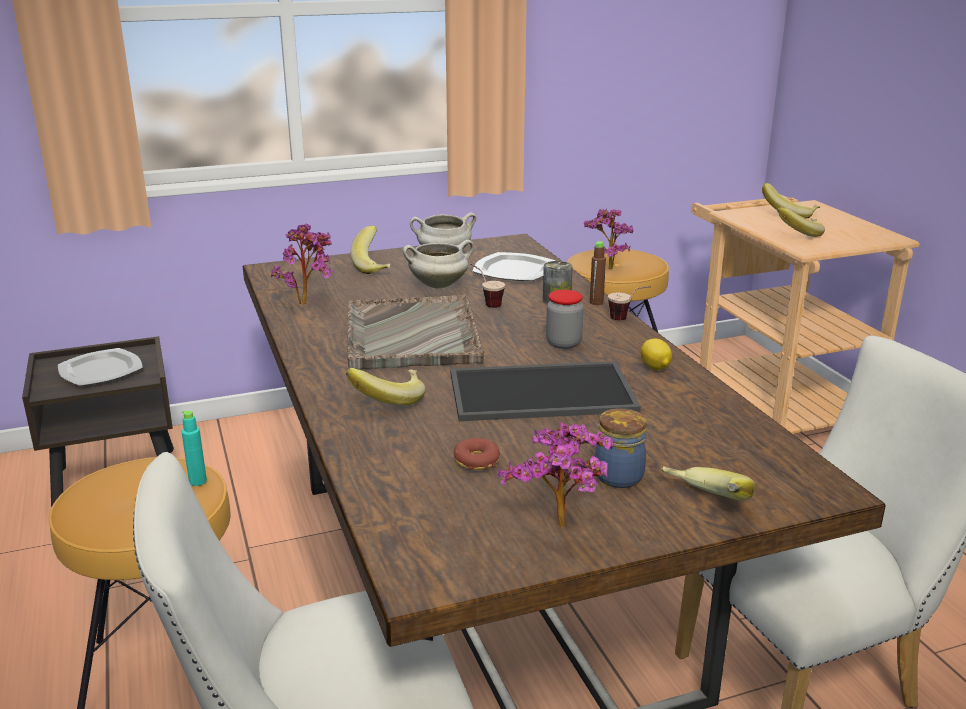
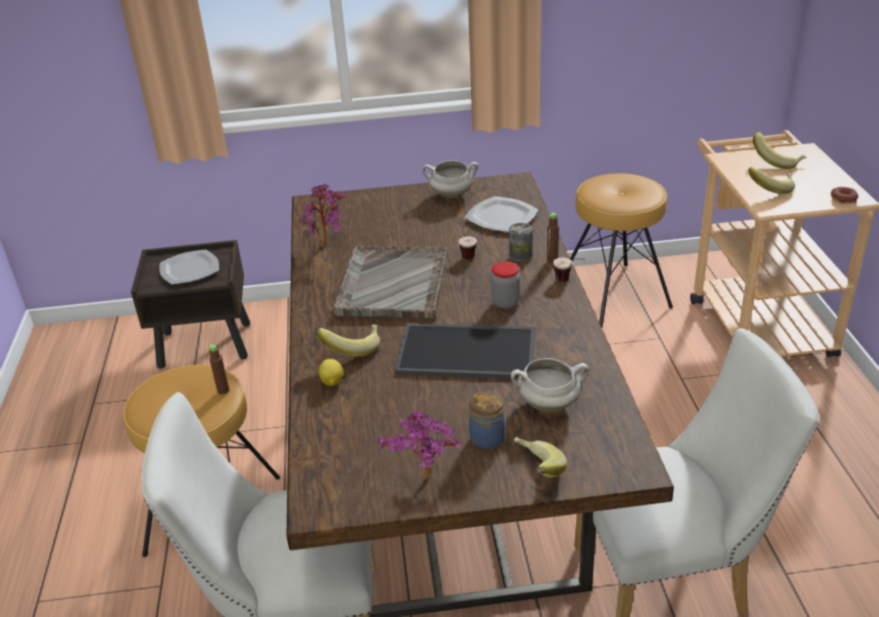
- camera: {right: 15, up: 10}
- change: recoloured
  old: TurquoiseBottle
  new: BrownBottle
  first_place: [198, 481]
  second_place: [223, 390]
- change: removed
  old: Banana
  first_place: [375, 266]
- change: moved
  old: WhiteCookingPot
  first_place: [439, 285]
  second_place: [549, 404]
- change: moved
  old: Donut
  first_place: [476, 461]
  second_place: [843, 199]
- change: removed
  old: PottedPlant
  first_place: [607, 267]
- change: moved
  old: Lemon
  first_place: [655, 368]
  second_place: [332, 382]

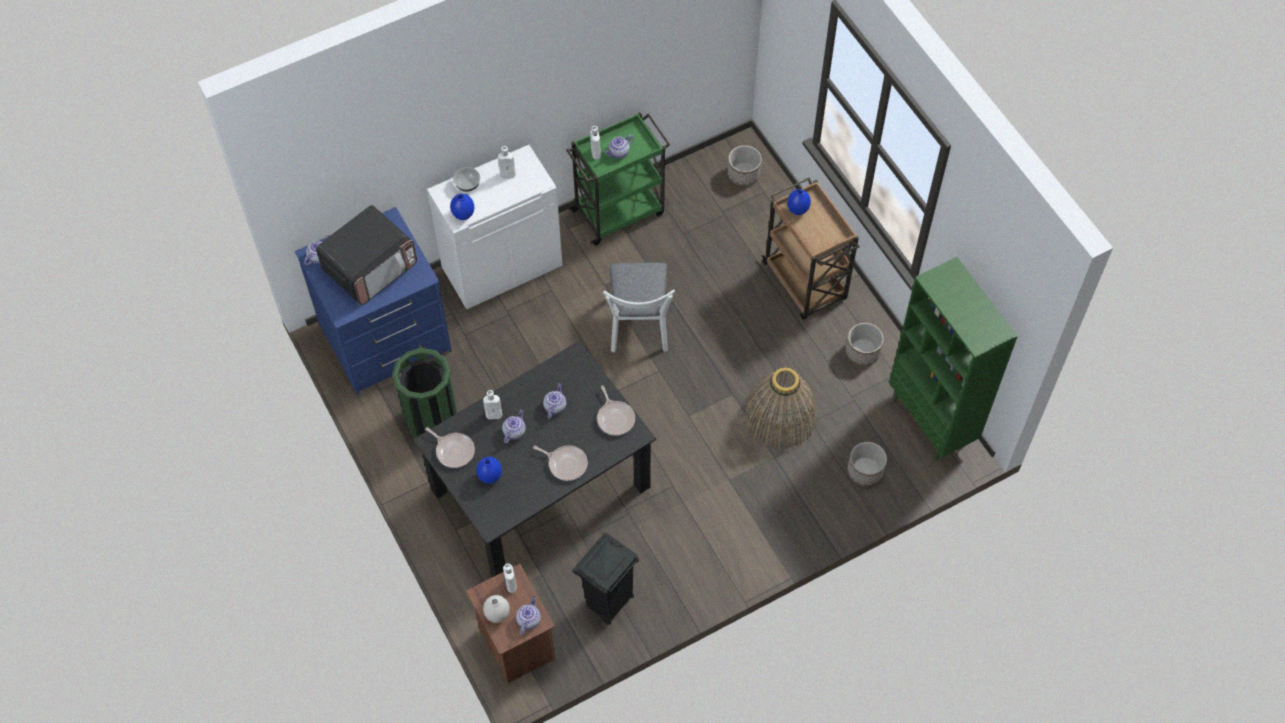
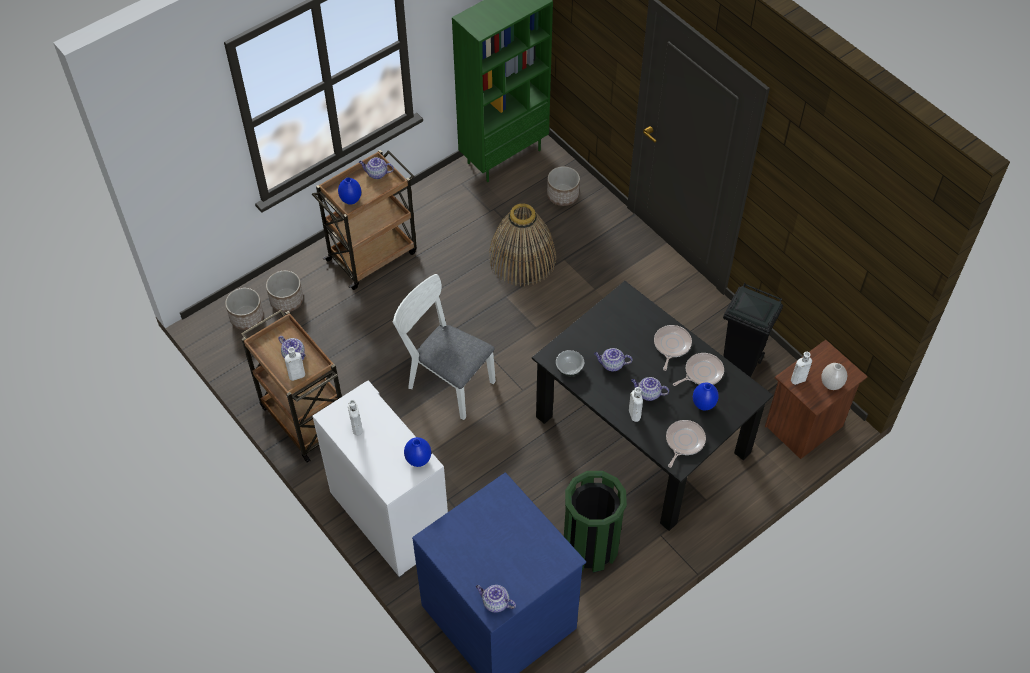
- camera: {right: -100, up: -5}
- change: removed
  old: Microwave
  first_place: [370, 267]
- change: moved
  old: Bowl
  first_place: [467, 185]
  second_place: [569, 368]
- change: moved
  old: Teapot
  first_place: [528, 619]
  second_place: [376, 174]
- change: recoloured
  old: GreenCart
  new: BrownCart
  first_place: [619, 211]
  second_place: [304, 419]
- change: moved
  old: FryingPan
  first_place: [615, 418]
  second_place: [701, 372]
- change: turned
  old: WhiteChair
  first_place: [639, 328]
  second_place: [446, 381]
  degrees: -135
- change: moved
  old: Planter
  first_place: [862, 352]
  second_place: [287, 300]

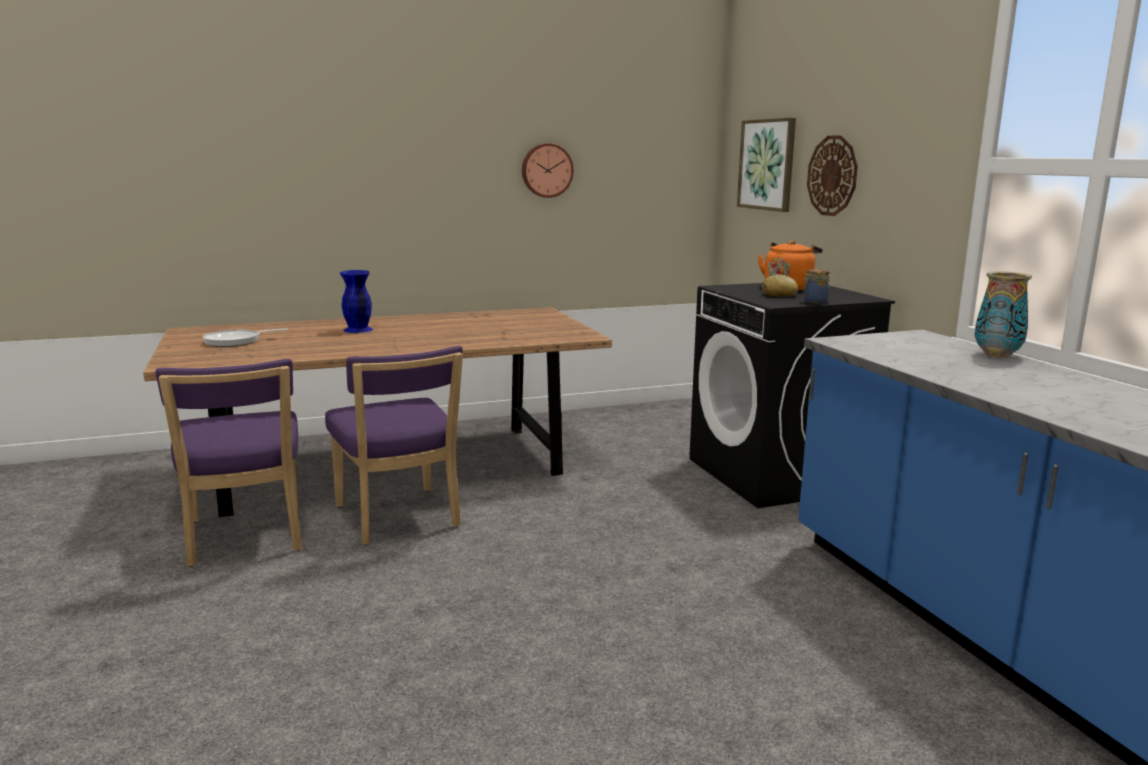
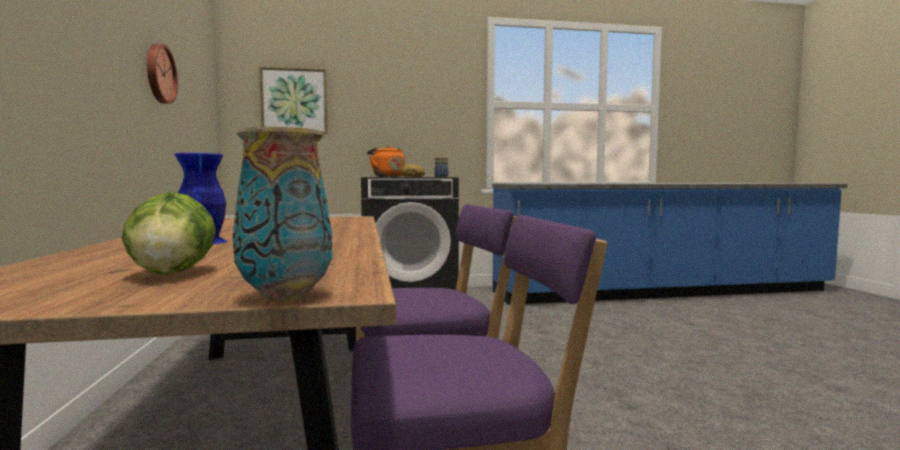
- camera: {right: -80, up: -10}
- change: replaced
  old: FryingPan
  new: Lettuce
  first_place: [236, 341]
  second_place: [173, 273]
- change: removed
  old: WallClock
  first_place: [832, 176]
- change: moved
  old: Vase
  first_place: [997, 355]
  second_place: [287, 296]

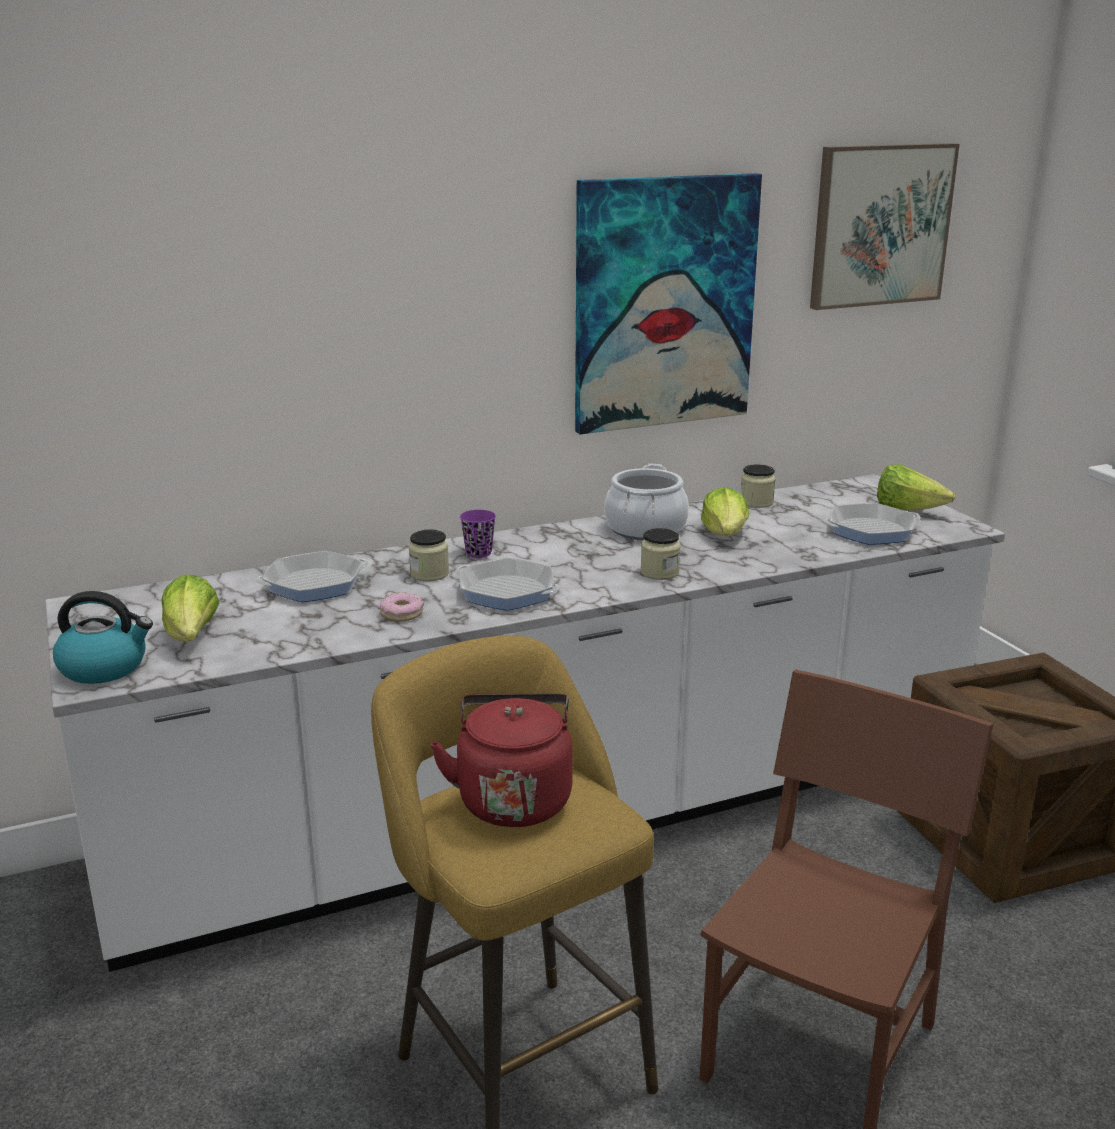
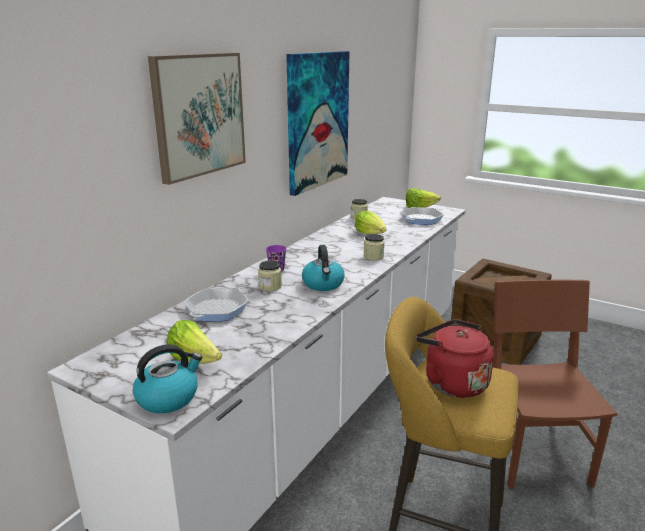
- camera: {right: -35, up: 0}
- change: removed
  old: Donut
  first_place: [401, 614]
- change: replaced
  old: FryingPan
  new: Kettle
  first_place: [507, 592]
  second_place: [323, 284]
- change: removed
  old: CookingPot
  first_place: [645, 529]
- change: moved
  old: Picture
  first_place: [880, 225]
  second_place: [199, 115]

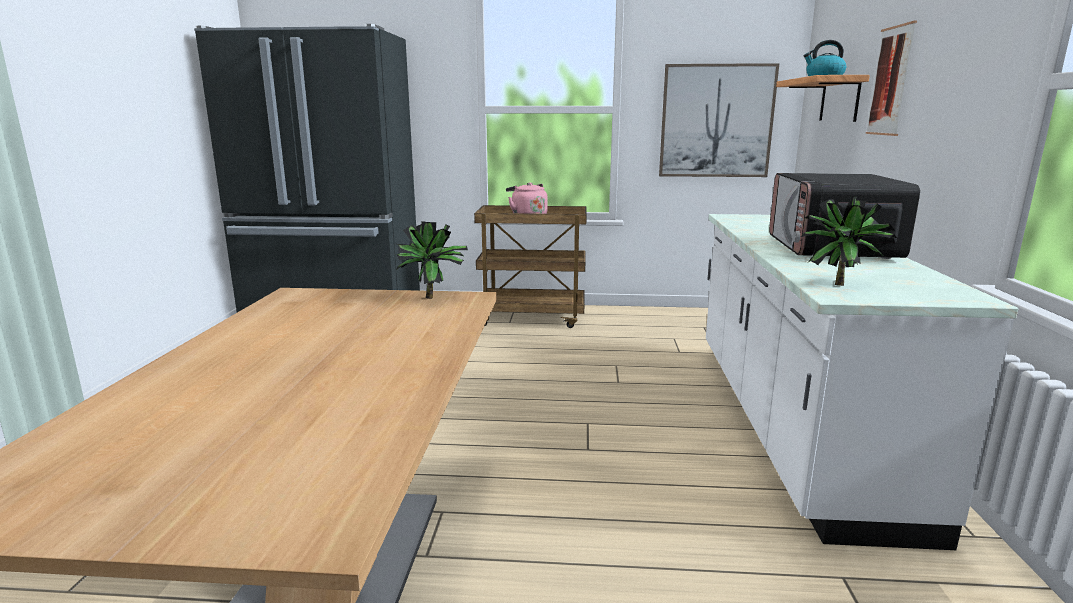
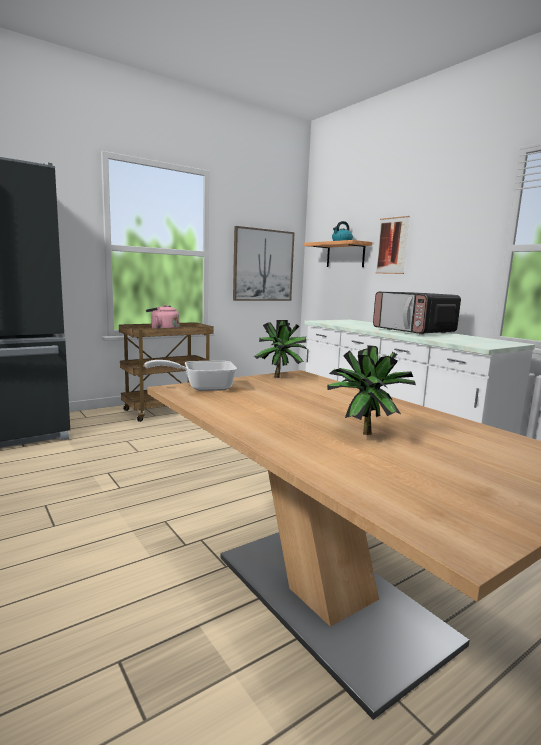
- camera: {right: -40, up: -5}
- change: moved
  old: PottedPlant
  first_place: [838, 284]
  second_place: [363, 432]
- change: added
  new: FryingPan
  second_place: [202, 387]

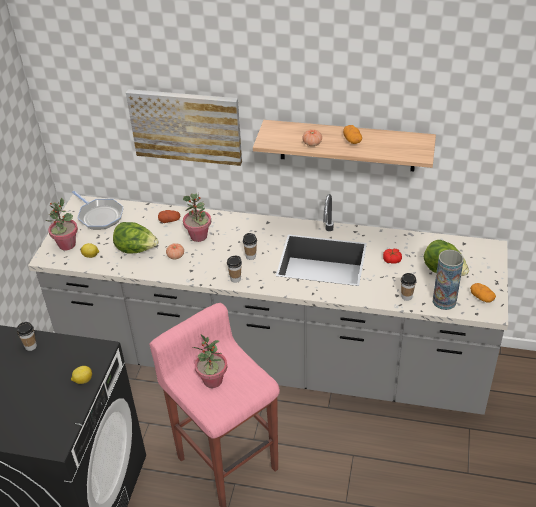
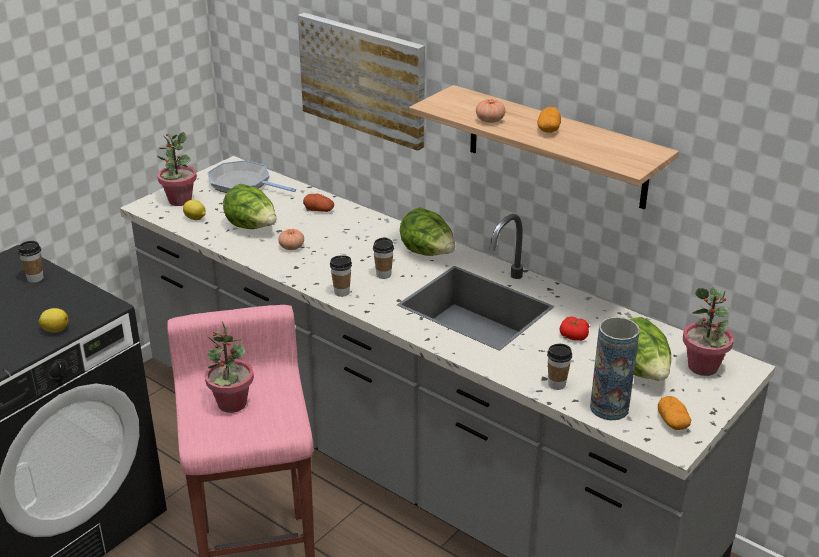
- camera: {right: 25, up: -10}
- change: turned
  old: FryingPan
  first_place: [99, 216]
  second_place: [243, 183]
  degrees: 135
- change: moved
  old: PottedPlant
  first_place: [199, 236]
  second_place: [703, 367]
- change: added
  new: Lettuce
  second_place: [428, 254]

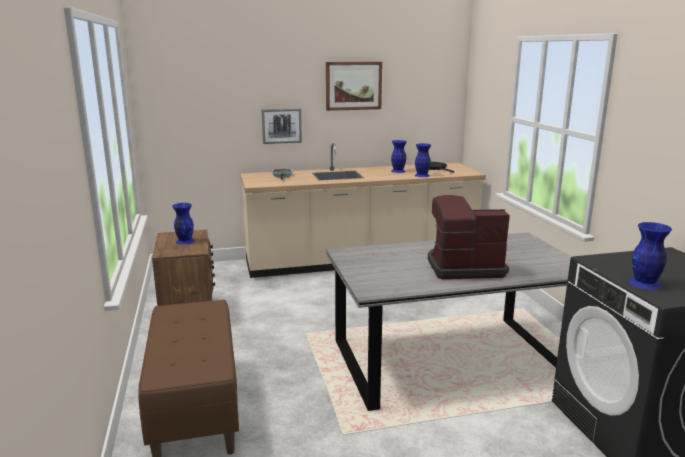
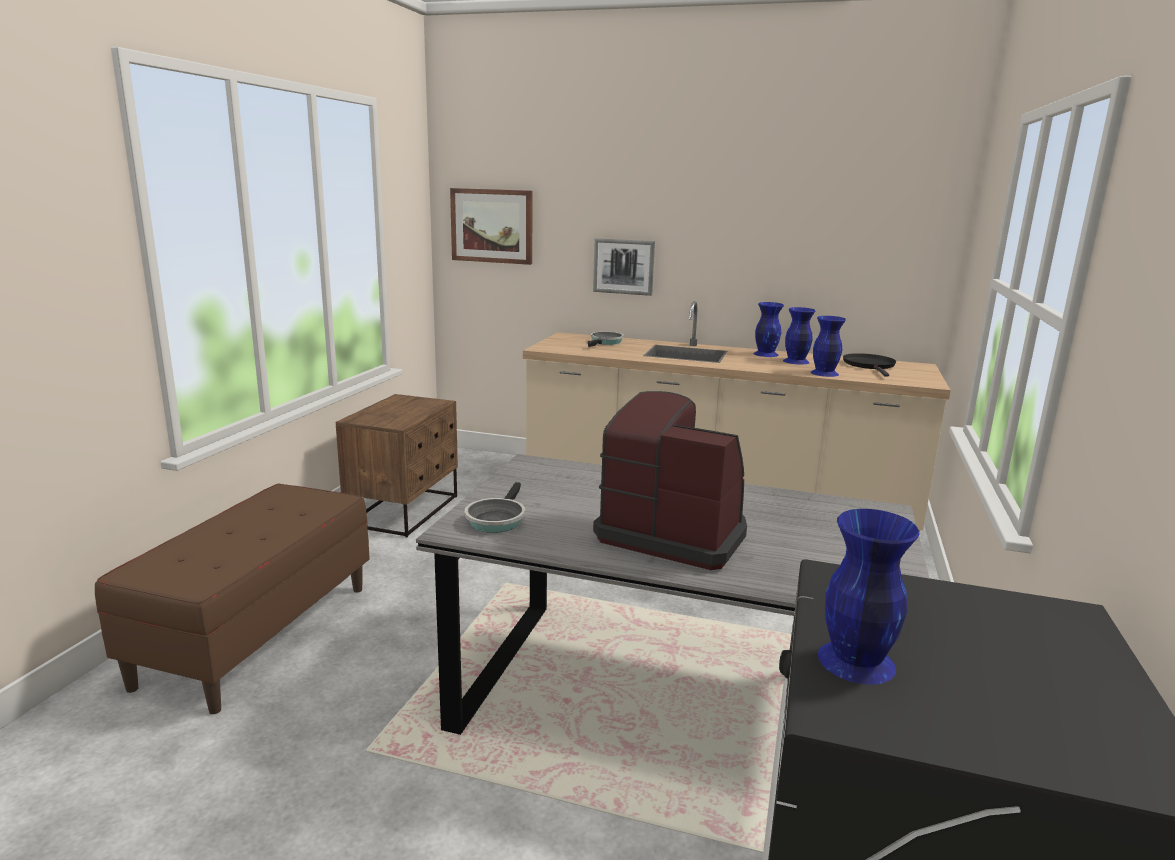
- camera: {right: 30, up: 0}
- change: moved
  old: BlueVase
  first_place: [185, 241]
  second_place: [765, 354]
- change: moved
  old: Picture
  first_place: [353, 86]
  second_place: [492, 226]
- change: added
  new: FryingPan
  second_place: [496, 519]

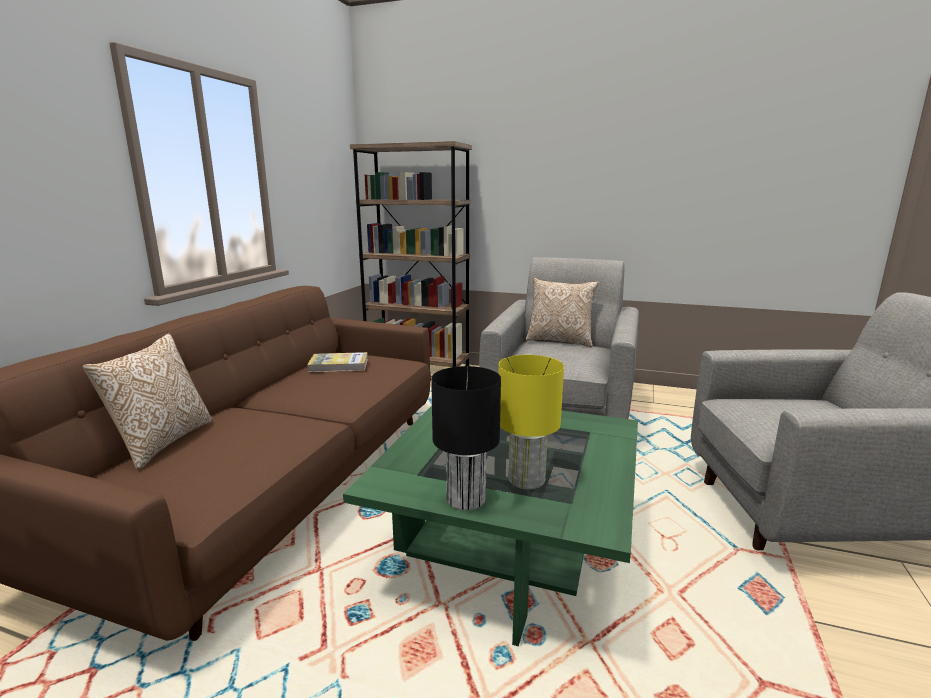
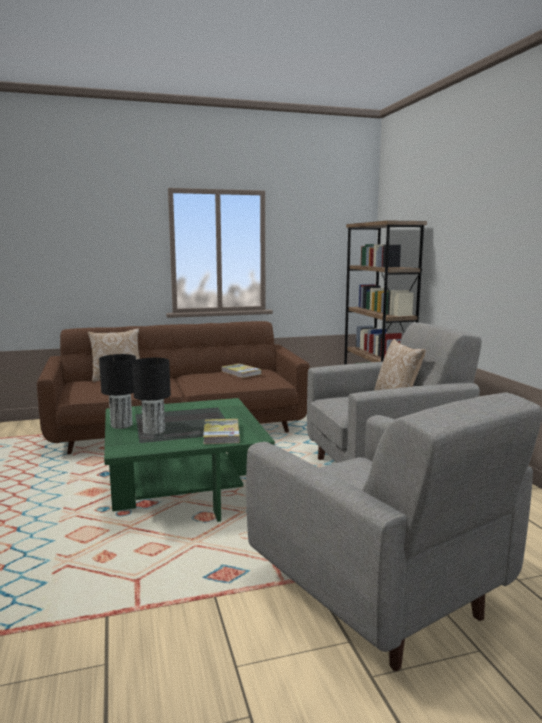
- camera: {right: 55, up: -5}
- change: recoloured
  old: YellowTableLamp
  new: BlackTableLamp
  first_place: [526, 479]
  second_place: [154, 431]
- change: added
  new: Book
  second_place: [221, 434]

